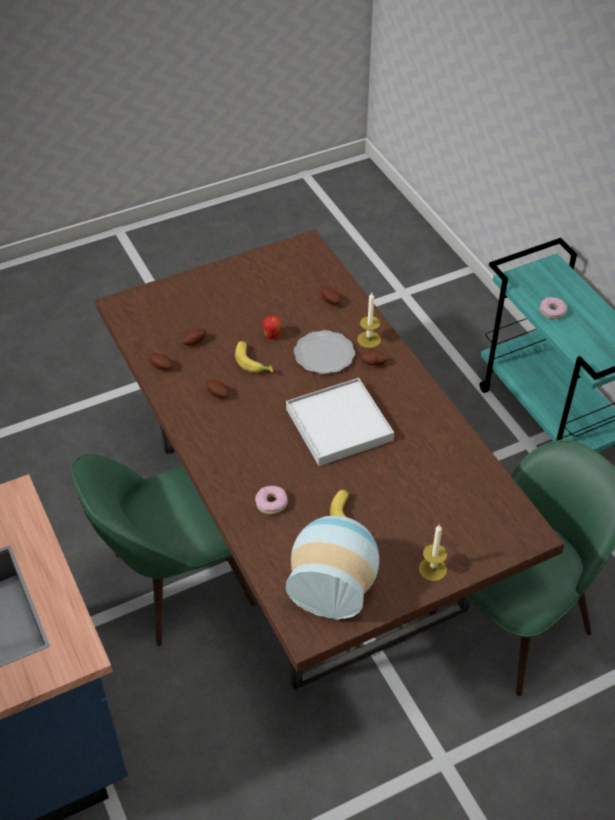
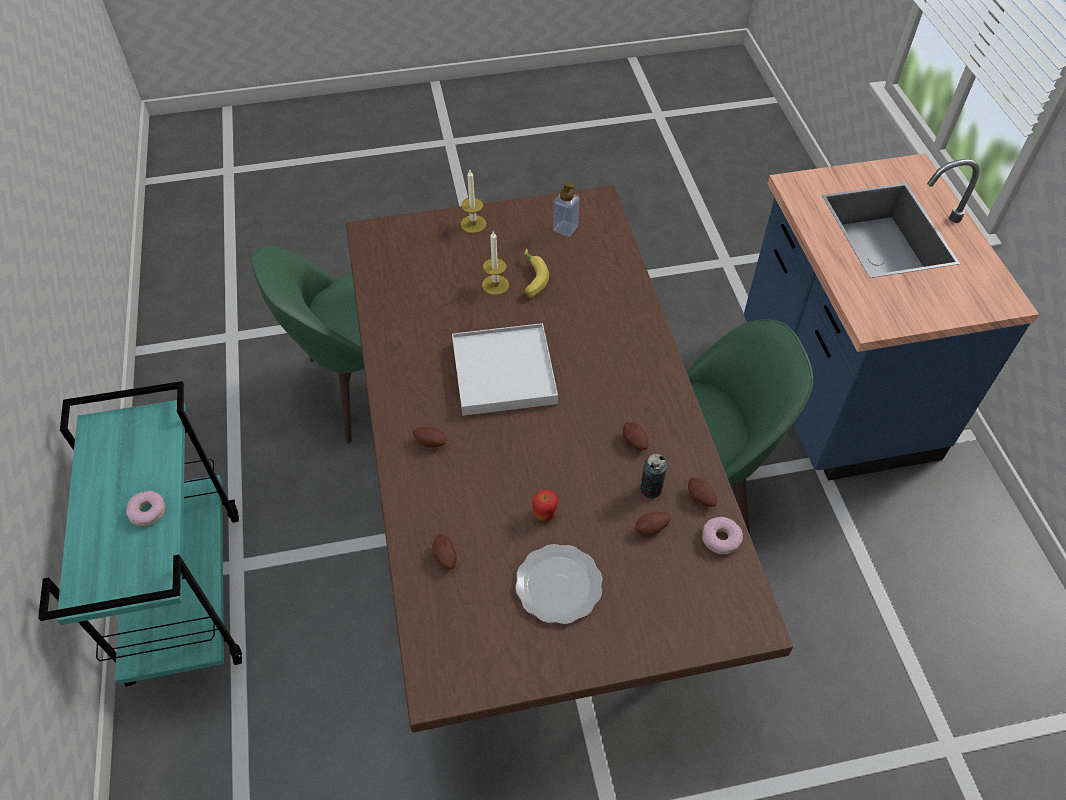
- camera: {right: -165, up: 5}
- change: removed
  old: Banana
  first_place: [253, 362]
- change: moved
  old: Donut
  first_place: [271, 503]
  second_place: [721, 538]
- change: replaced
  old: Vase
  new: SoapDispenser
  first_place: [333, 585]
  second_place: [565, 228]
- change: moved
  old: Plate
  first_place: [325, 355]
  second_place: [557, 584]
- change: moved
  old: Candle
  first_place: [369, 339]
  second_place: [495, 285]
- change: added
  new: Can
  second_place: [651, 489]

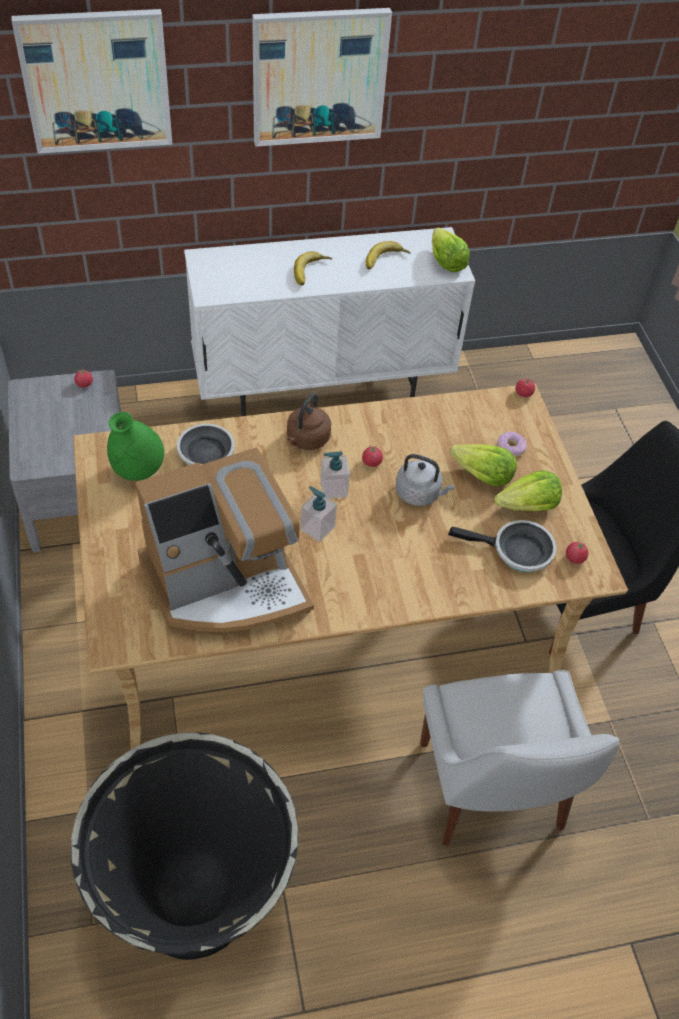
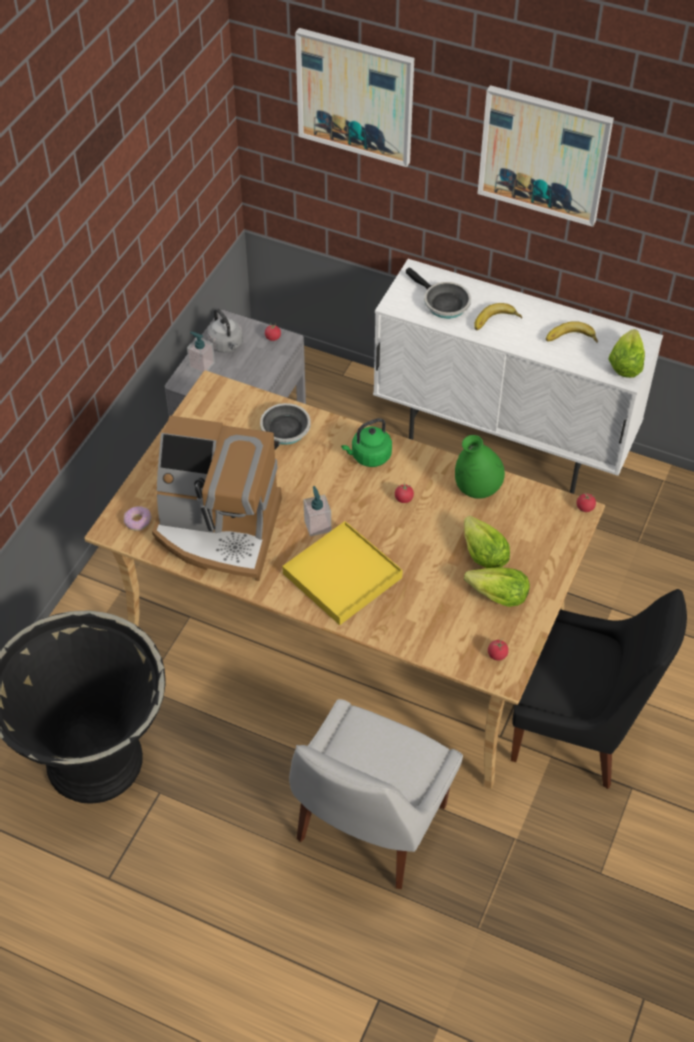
- camera: {right: 40, up: 0}
- change: moved
  old: GreenVase
  first_place: [138, 471]
  second_place: [477, 490]
- change: recoloured
  old: BrownKettle
  new: GreenKettle
  first_place: [307, 440]
  second_place: [369, 456]
- change: moved
  old: SoapDispenser
  first_place: [333, 489]
  second_place: [201, 365]
- change: moved
  old: GreyKettle
  first_place: [420, 493]
  second_place: [226, 345]
- change: moved
  old: FryingPan
  first_place: [517, 551]
  second_place: [443, 303]
- change: moved
  old: Donut
  first_place: [510, 447]
  second_place: [137, 521]
- change: added
  new: YellowTray
  second_place: [342, 576]

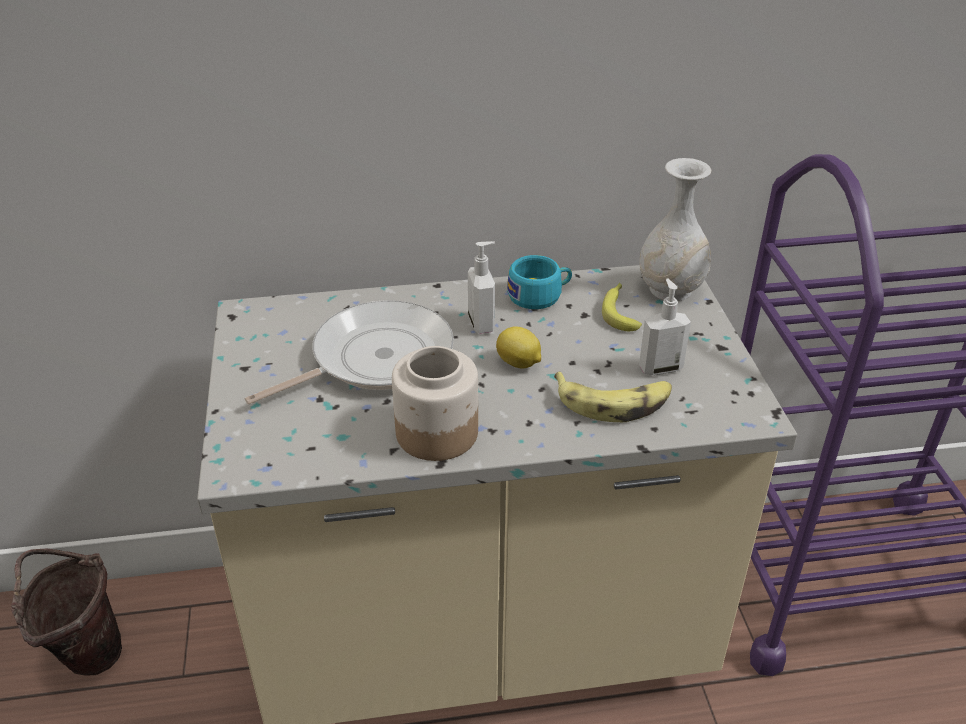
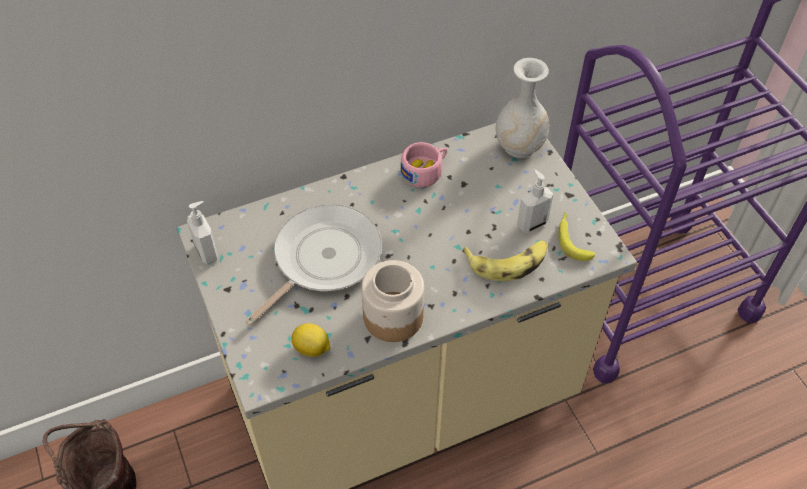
- camera: {right: -15, up: 15}
- change: moved
  old: SoapDispenser
  first_place: [482, 323]
  second_place: [207, 252]
- change: moved
  old: Lemon
  first_place: [519, 363]
  second_place: [312, 349]
- change: recoloured
  old: TurquoiseCup
  new: PinkCup
  first_place: [540, 295]
  second_place: [425, 171]
- change: moved
  old: Banana
  first_place: [620, 311]
  second_place: [572, 239]

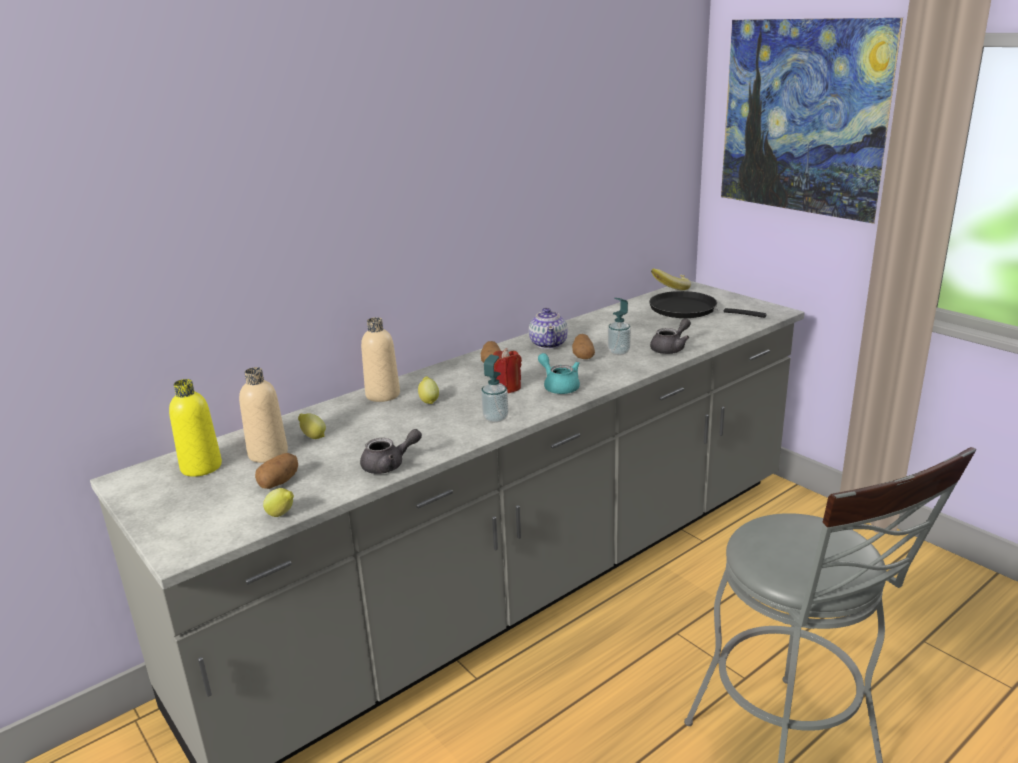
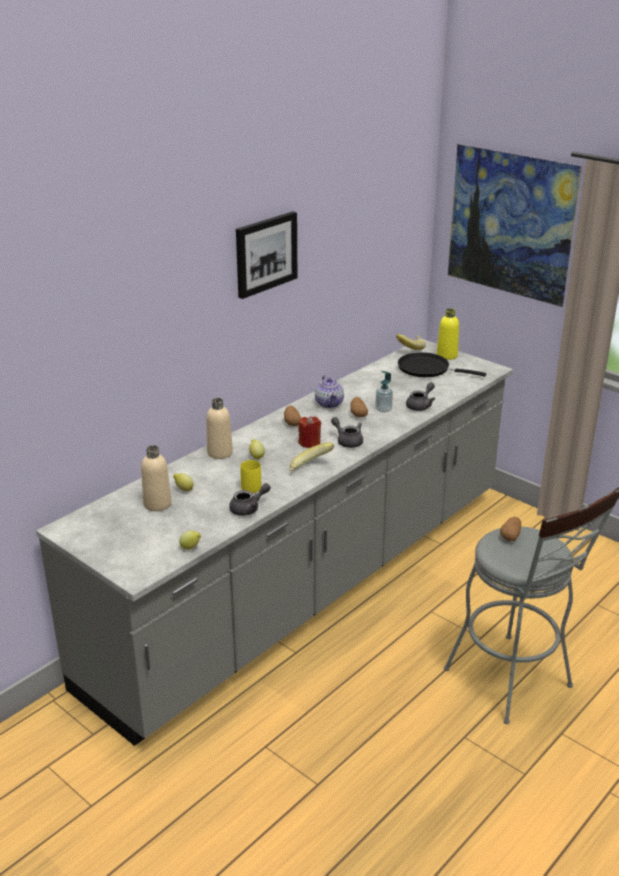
- camera: {right: -10, up: 5}
- change: moved
  old: YellowBottle
  first_place: [201, 467]
  second_place: [447, 355]
- change: moved
  old: Potato
  first_place: [279, 482]
  second_place: [510, 536]
- change: replaced
  old: SoapDispenser
  new: Banana
  first_place: [495, 418]
  second_place: [310, 469]
- change: recoloured
  old: TurquoiseTeapot
  new: GreyTeapot
  first_place: [559, 386]
  second_place: [347, 441]
- change: added
  new: Picture
  second_place: [265, 254]
- change: added
  new: YellowMug
  second_place: [251, 485]

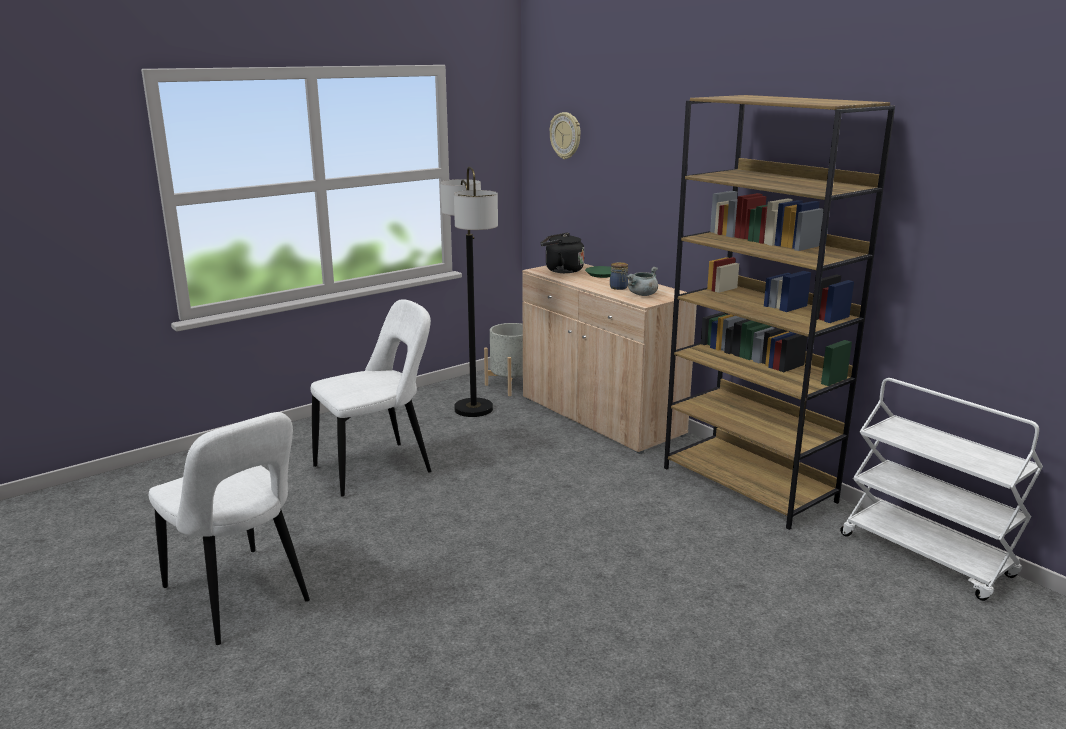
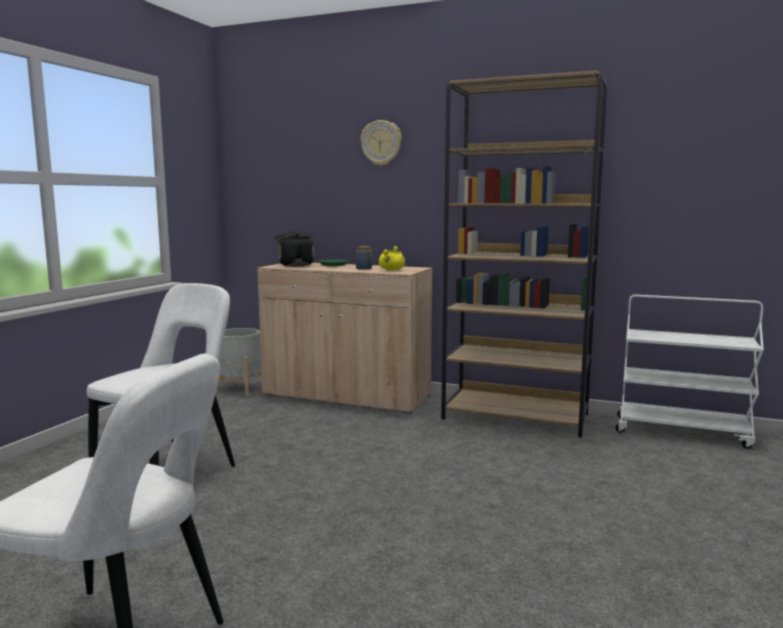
- camera: {right: -30, up: -10}
- change: removed
  old: FloorLamp
  first_place: [473, 409]
- change: moved
  old: WallClock
  first_place: [566, 135]
  second_place: [381, 143]
- change: recoloured
  old: GreyCookingPot
  new: YellowCookingPot
  first_place: [642, 294]
  second_place: [391, 270]

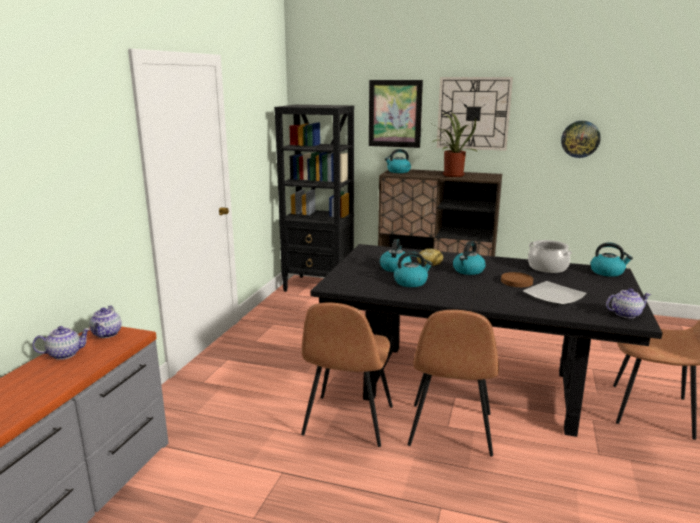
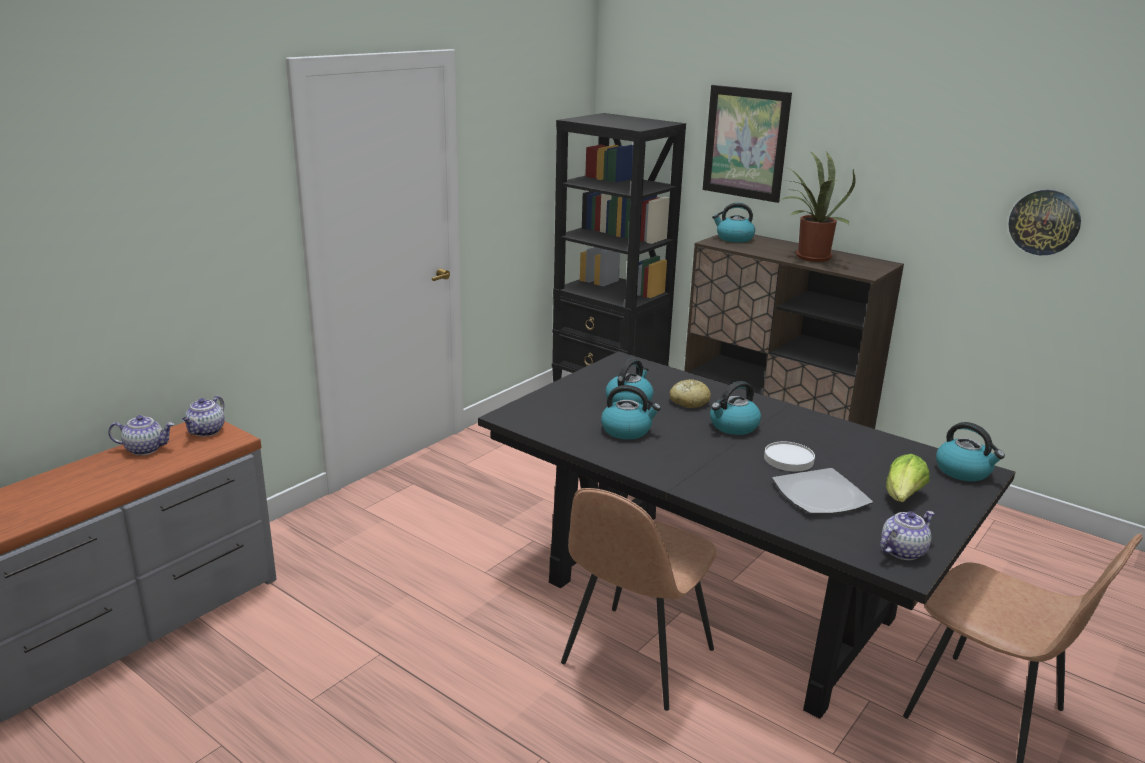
- camera: {right: 20, up: 5}
- change: removed
  old: BrownChair
  first_place: [347, 422]
- change: removed
  old: WallClock
  first_place: [473, 113]
- change: recoloured
  old: BrownPlate
  new: WhitePlate
  first_place: [517, 281]
  second_place: [789, 459]
- change: removed
  old: CookingPot
  first_place: [547, 268]
- change: turned
  old: Teapot
  first_place: [625, 314]
  second_place: [902, 551]
  degrees: -45
- change: added
  new: Lettuce
  second_place: [902, 498]

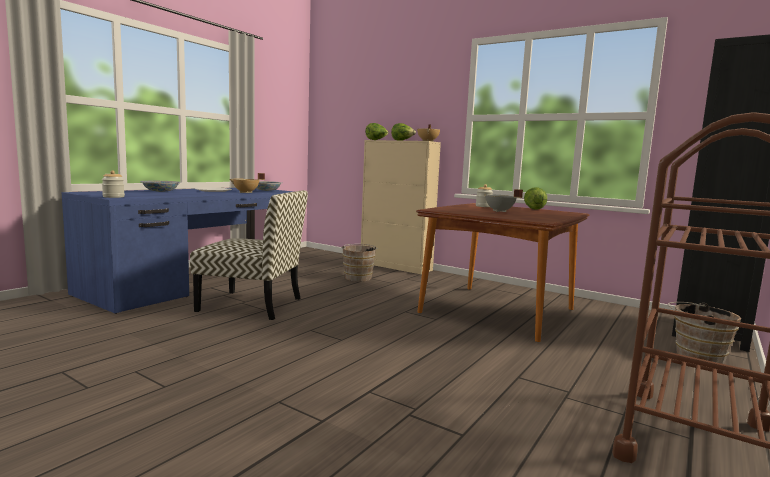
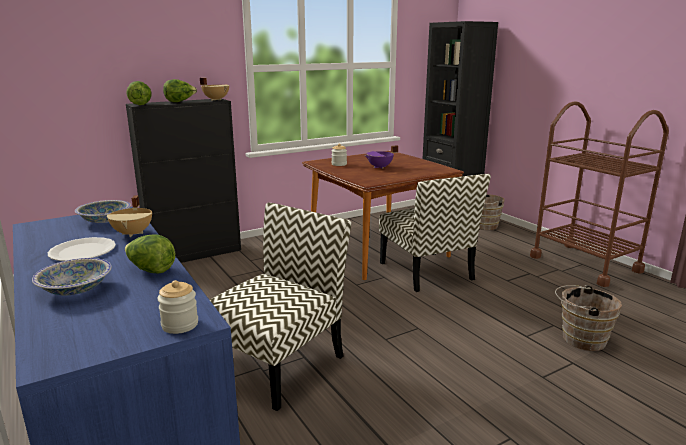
- camera: {right: -65, up: 10}
- change: moved
  old: BrownBucket
  first_place: [358, 277]
  second_place: [580, 338]
- change: recoloured
  old: BeigeCabinet
  new: BlackCabinet
  first_place: [396, 266]
  second_place: [195, 254]
- change: recoloured
  old: GreyCookingPot
  new: PurpleCookingPot
  first_place: [499, 211]
  second_place: [380, 167]
- change: moved
  old: Lettuce
  first_place: [533, 209]
  second_place: [151, 270]
- change: added
  new: Chair
  second_place: [427, 271]

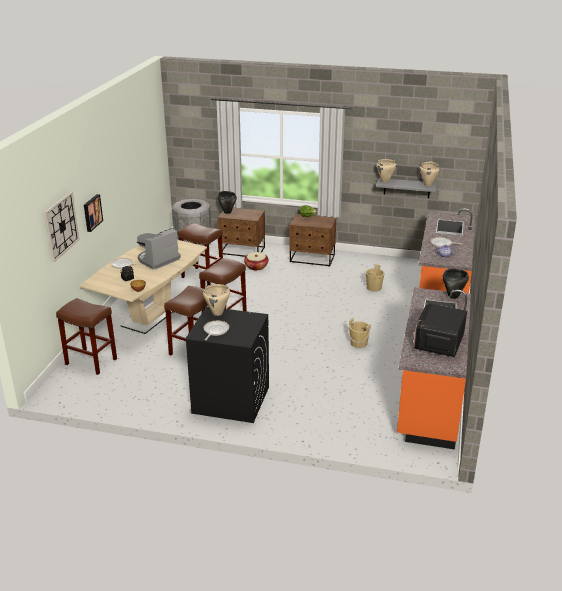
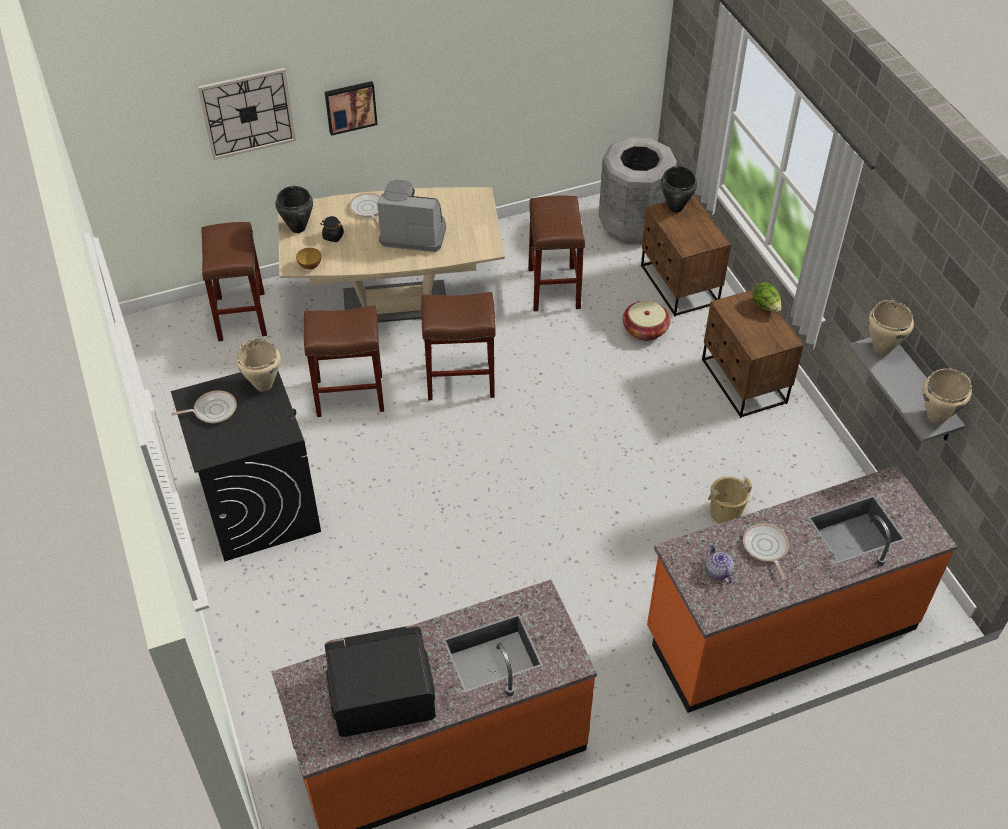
- camera: {right: 55, up: 20}
- change: removed
  old: BeigeBucket
  first_place: [358, 343]
- change: moved
  old: BlackCookingPot
  first_place: [453, 296]
  second_place: [297, 228]

